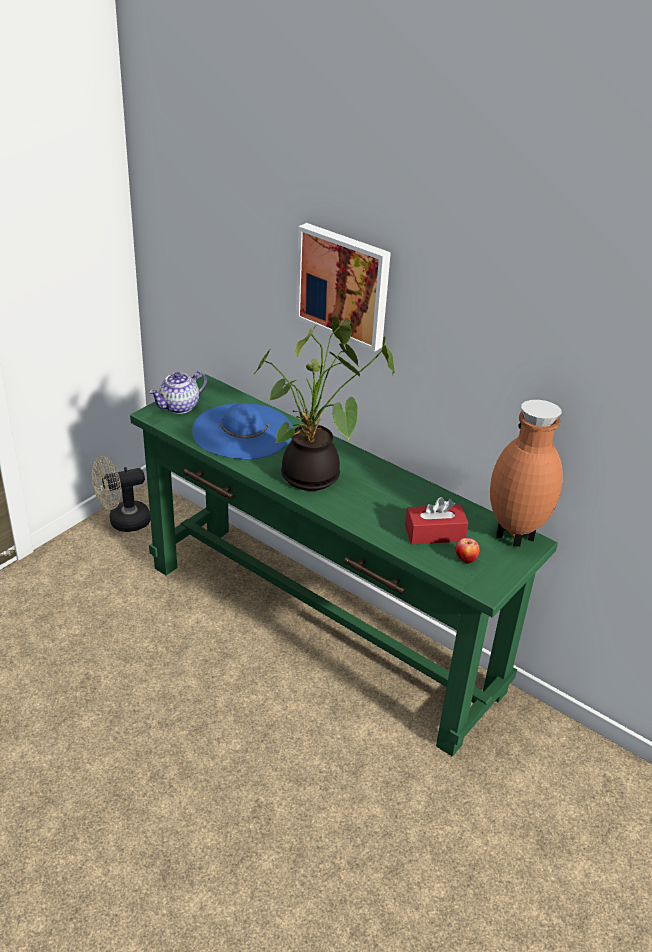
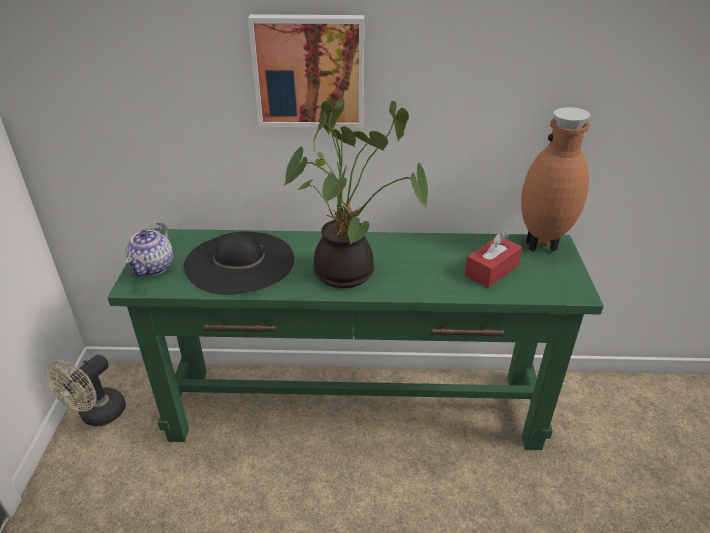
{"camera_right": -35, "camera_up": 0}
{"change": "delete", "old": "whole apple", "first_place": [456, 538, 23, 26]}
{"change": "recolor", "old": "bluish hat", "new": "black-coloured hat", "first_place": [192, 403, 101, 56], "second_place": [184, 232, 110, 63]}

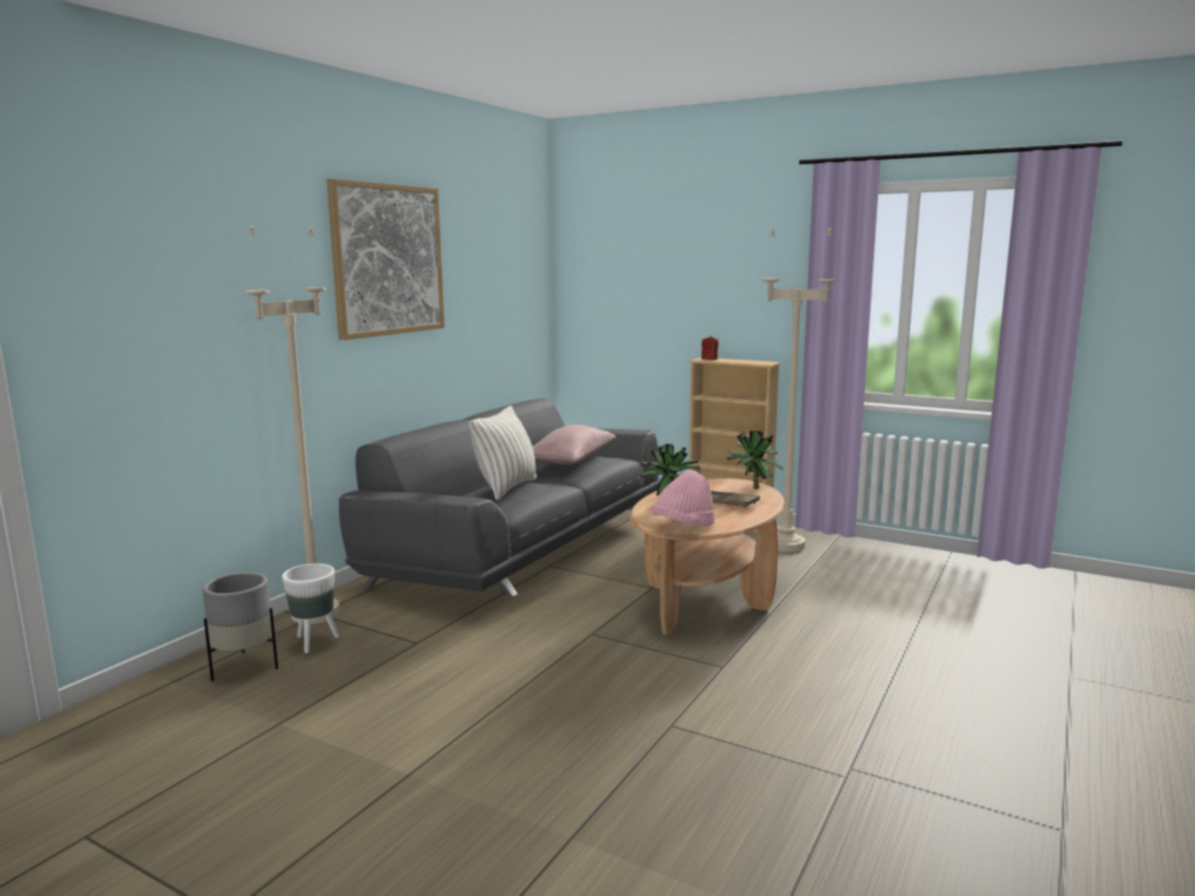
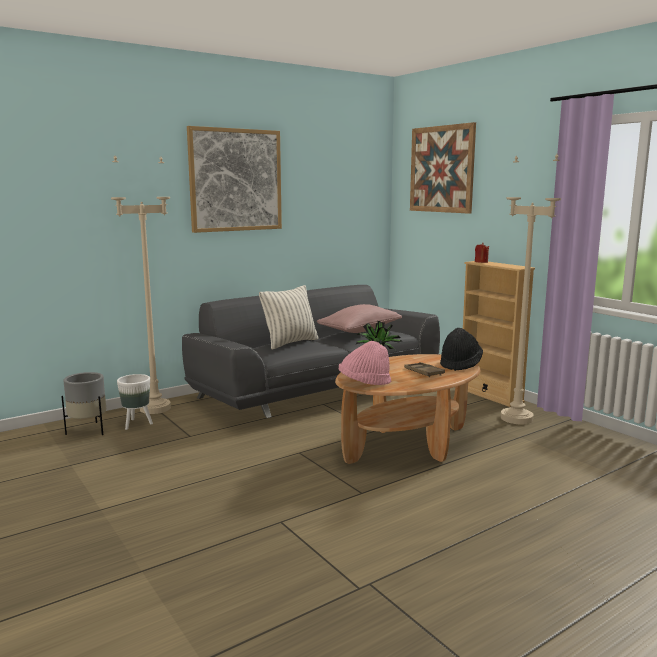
{"camera_right": 25, "camera_up": 0}
{"change": "insert", "new": "picture", "second_place": [410, 122, 66, 92]}
{"change": "replace", "old": "houseplant", "new": "black-coloured hat", "first_place": [727, 431, 56, 58], "second_place": [440, 328, 43, 43]}

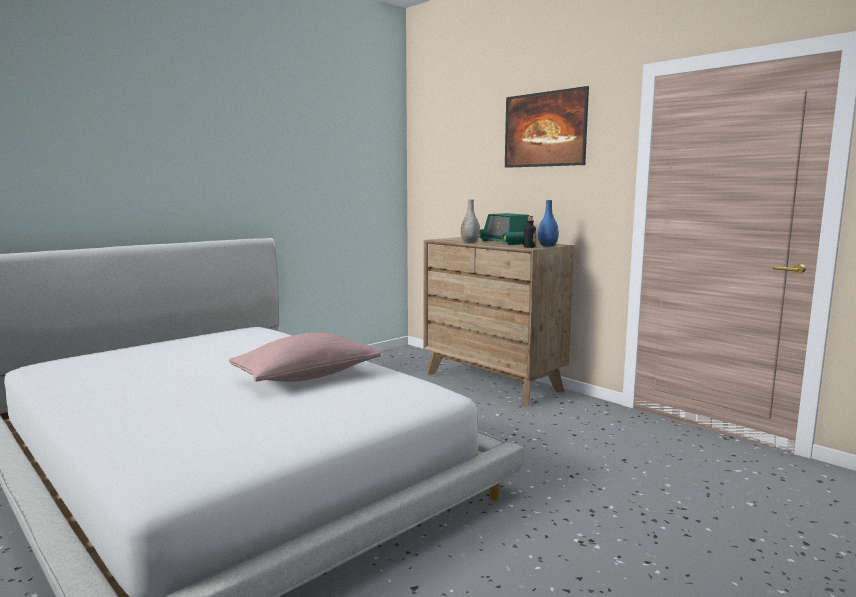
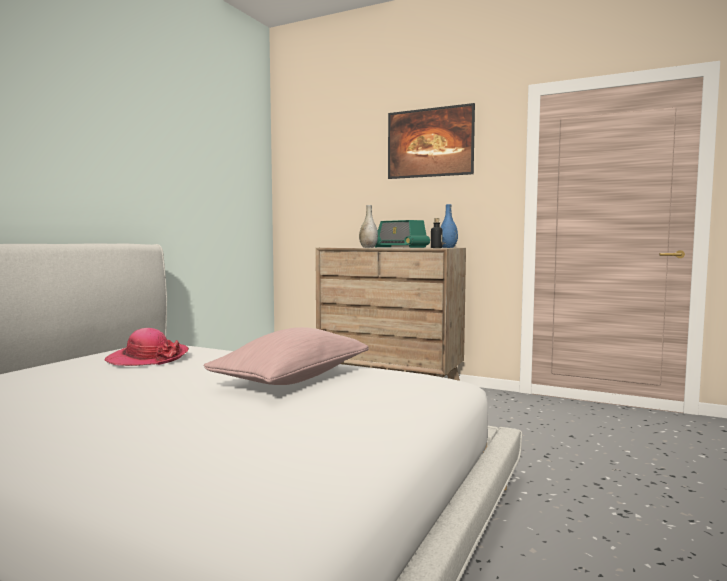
{"camera_right": -20, "camera_up": -5}
{"change": "insert", "new": "hat", "second_place": [105, 328, 84, 38]}

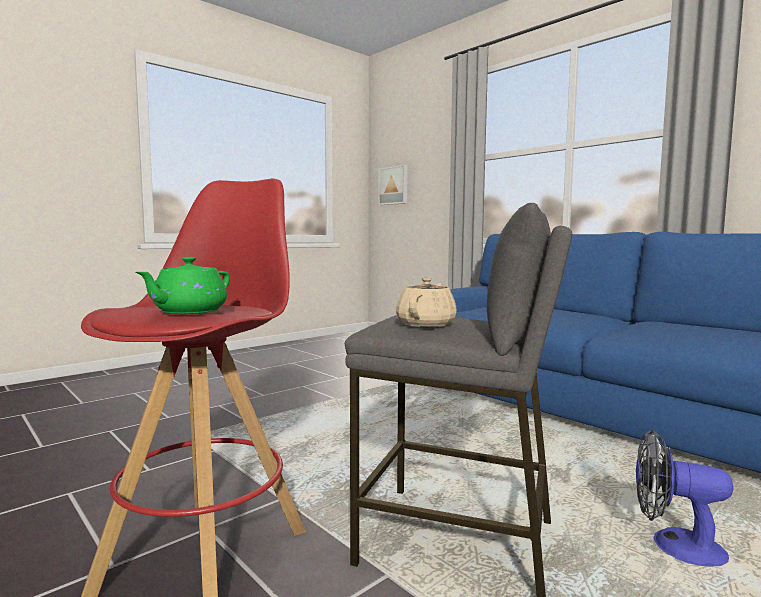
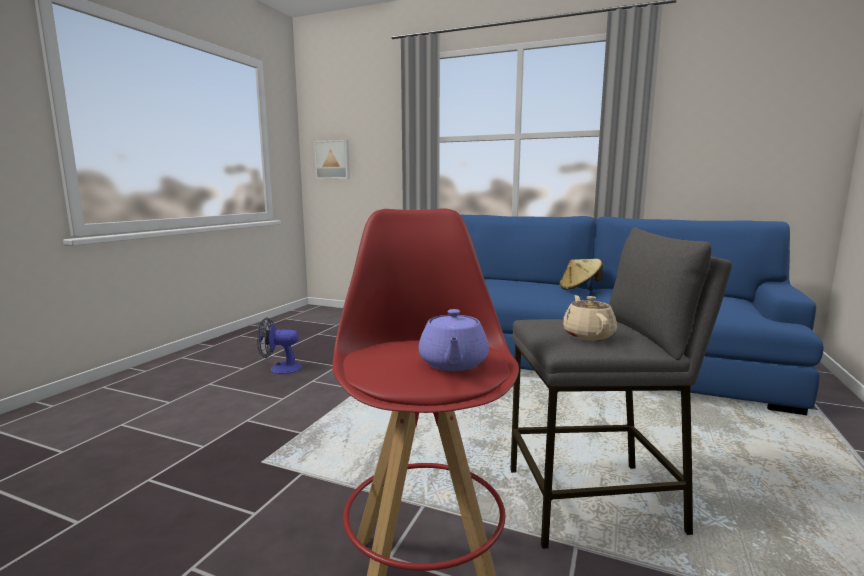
{"camera_right": -25, "camera_up": 5}
{"change": "insert", "new": "sand-coloured hat", "second_place": [560, 259, 43, 31]}
{"change": "move", "old": "cooling fan", "first_place": [636, 430, 97, 137], "second_place": [257, 317, 45, 57]}
{"change": "recolor", "old": "greenish pot for tea", "new": "purple pot for tea", "first_place": [136, 257, 94, 57], "second_place": [419, 309, 70, 62]}

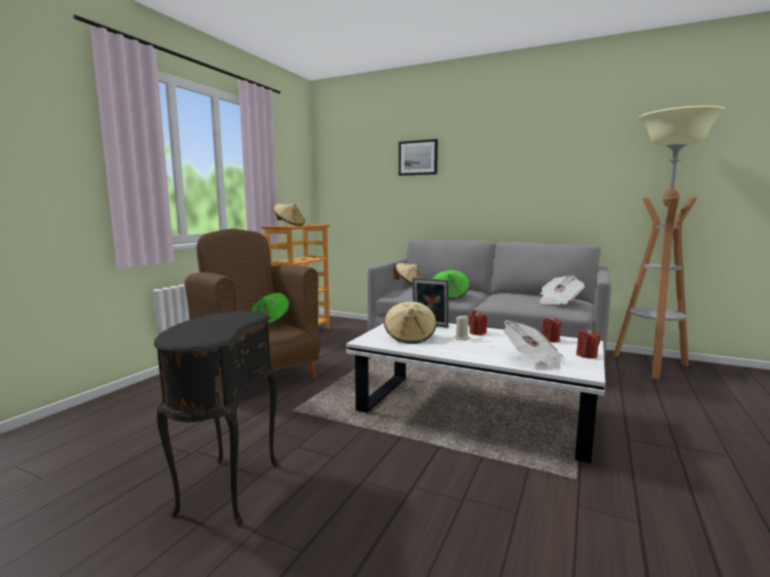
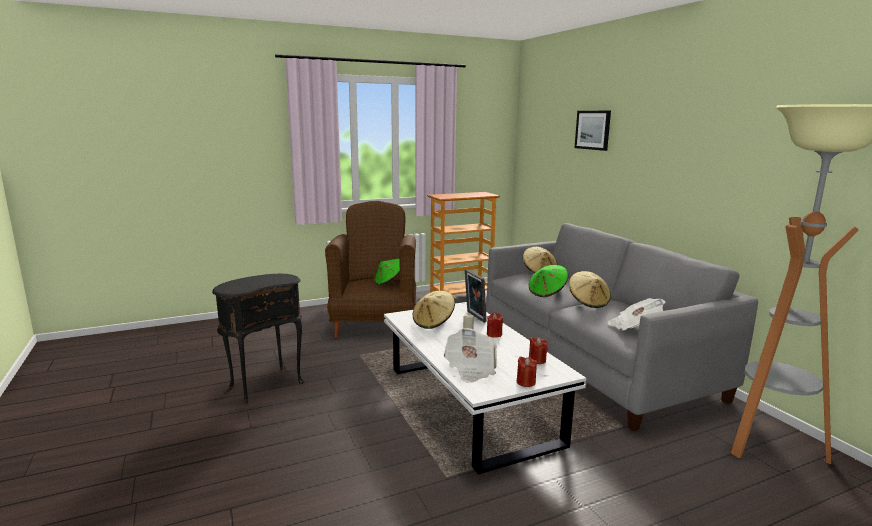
{"camera_right": 40, "camera_up": 5}
{"change": "move", "old": "sand-coloured hat", "first_place": [273, 204, 32, 22], "second_place": [569, 271, 42, 37]}

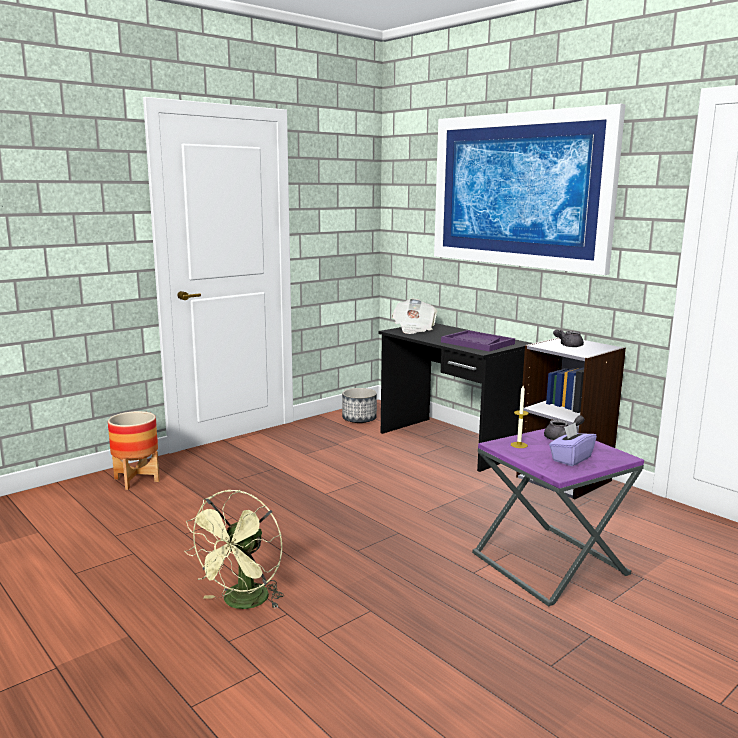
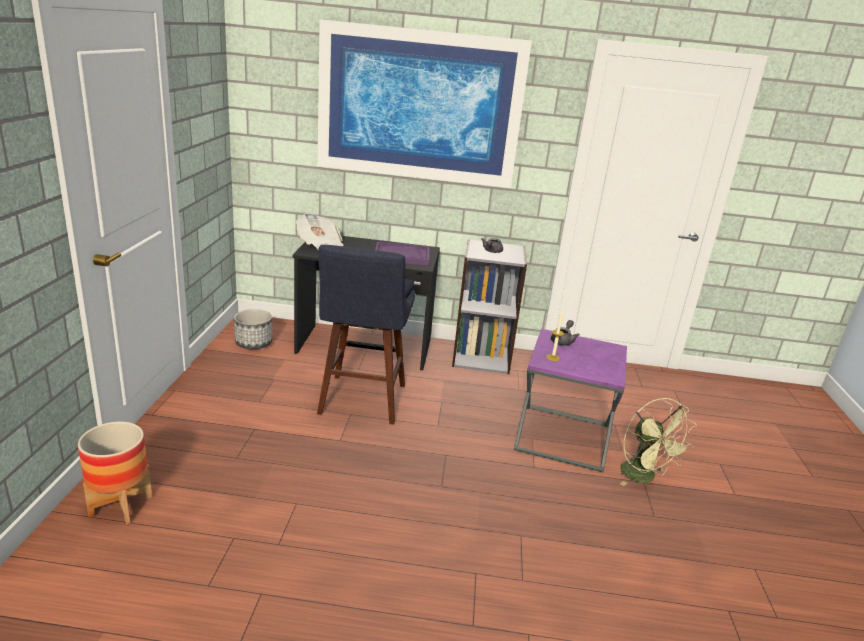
{"camera_right": -45, "camera_up": 10}
{"change": "delete", "old": "purple tissue box", "first_place": [549, 422, 48, 44]}
{"change": "insert", "new": "bluish stool seat", "second_place": [317, 245, 98, 180]}
{"change": "move", "old": "greenish cooling fan", "first_place": [184, 490, 100, 119], "second_place": [620, 398, 77, 88]}

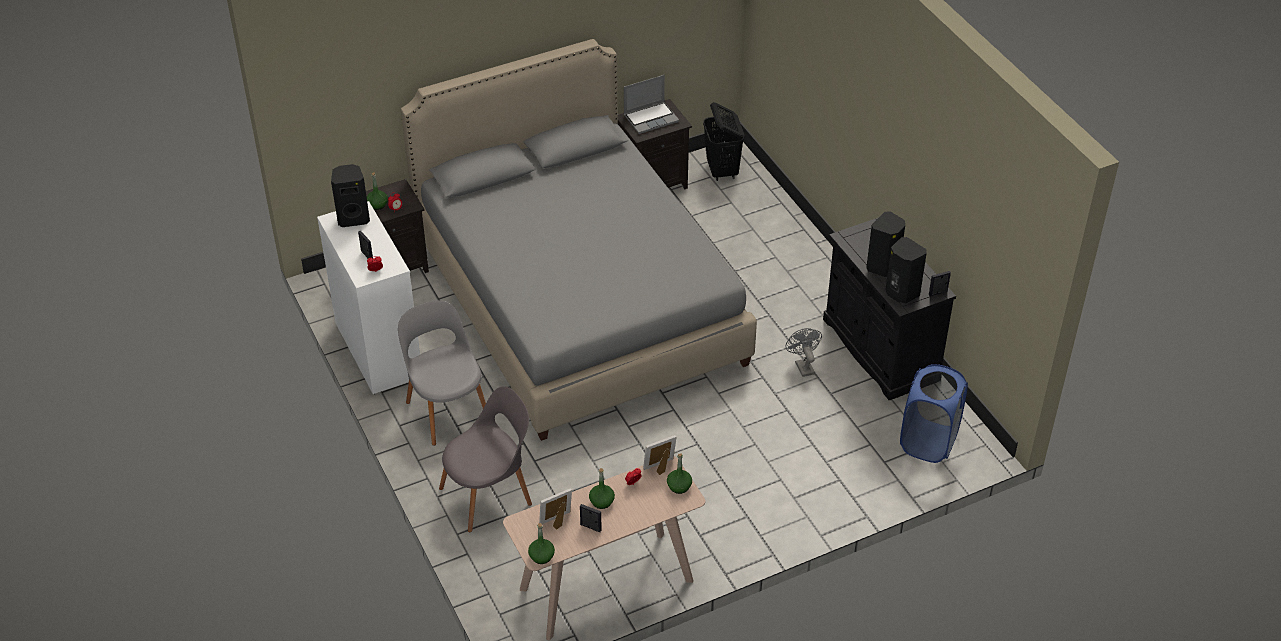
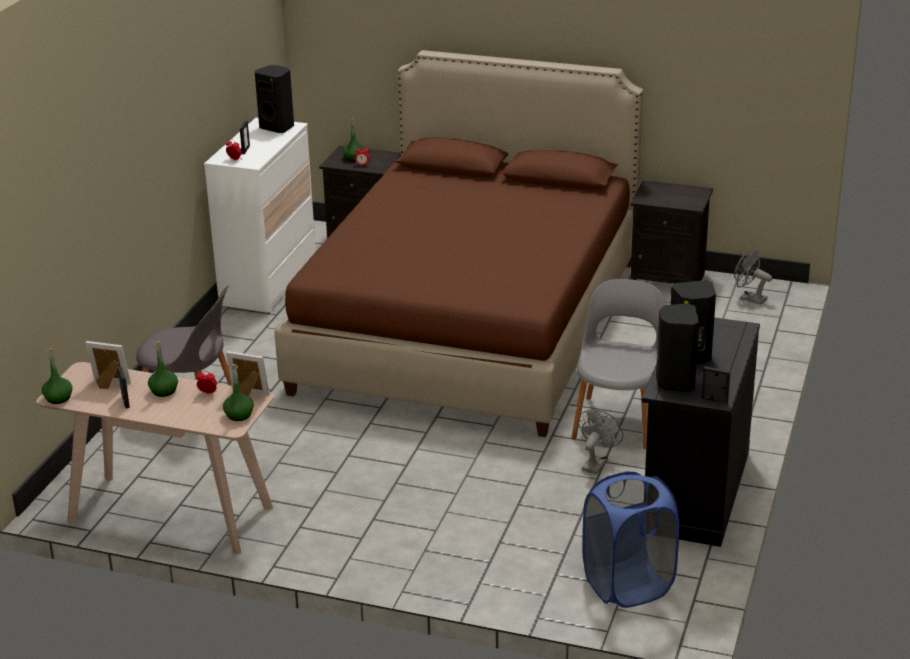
{"camera_right": 45, "camera_up": -15}
{"change": "delete", "old": "portable computer", "first_place": [624, 75, 55, 59]}
{"change": "move", "old": "greyish plain chair", "first_place": [398, 300, 88, 146], "second_place": [571, 279, 95, 170]}
{"change": "replace", "old": "black-coloured laundry basket", "new": "greyish cooling fan", "first_place": [703, 102, 41, 79], "second_place": [734, 250, 38, 55]}
{"change": "recolor", "old": "greyish sleeping bed", "new": "brown-coloured sleeping bed", "first_place": [401, 39, 356, 402], "second_place": [275, 50, 368, 387]}

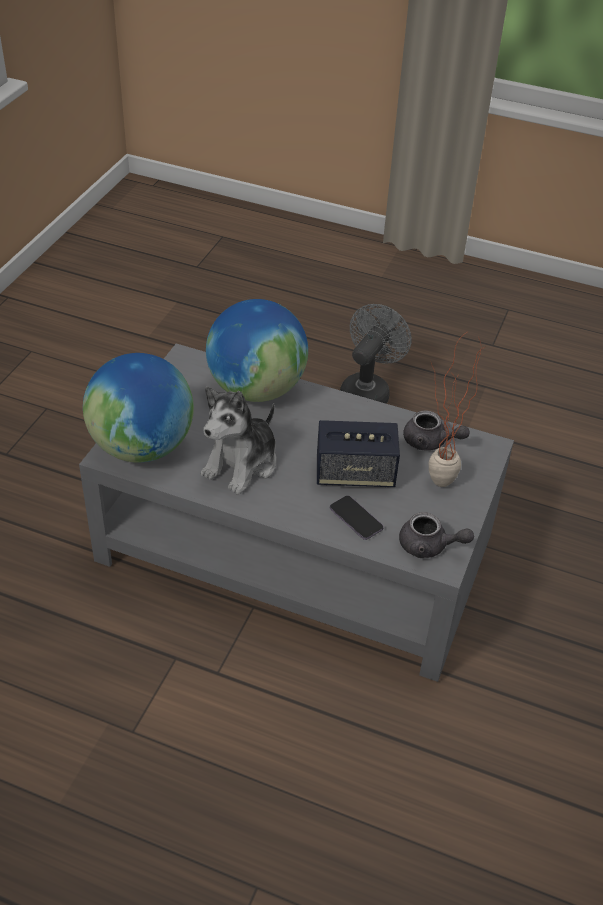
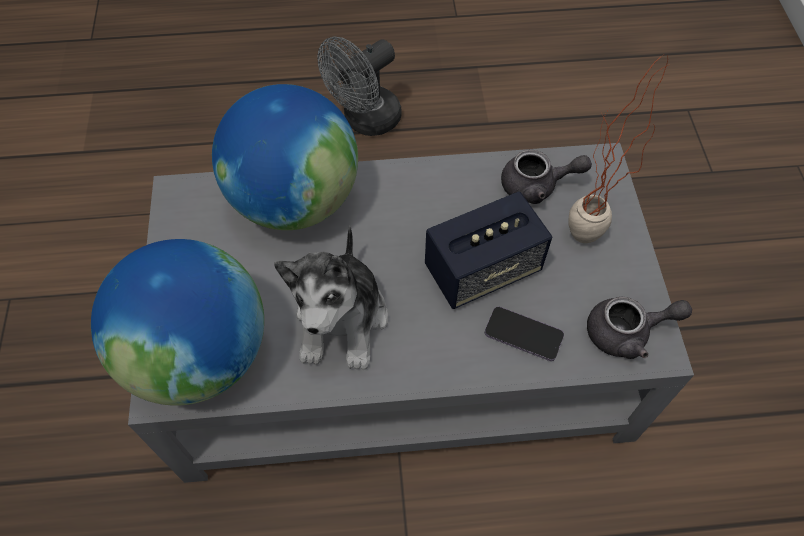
{"camera_right": -25, "camera_up": 15}
{"change": "rotate", "old": "greyish cooling fan", "first_place": [340, 304, 72, 100], "second_place": [317, 37, 85, 99], "degrees": -135}

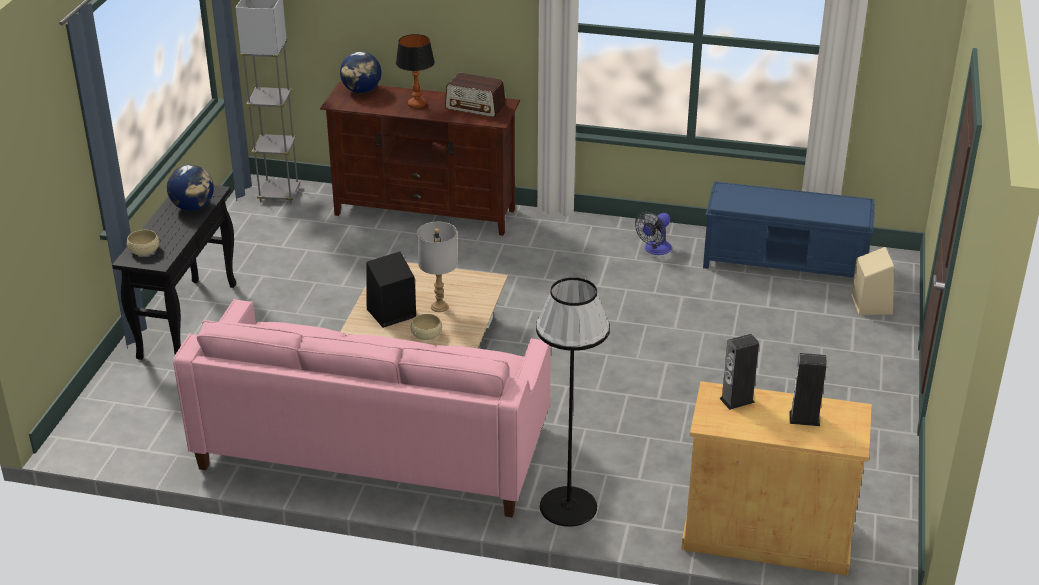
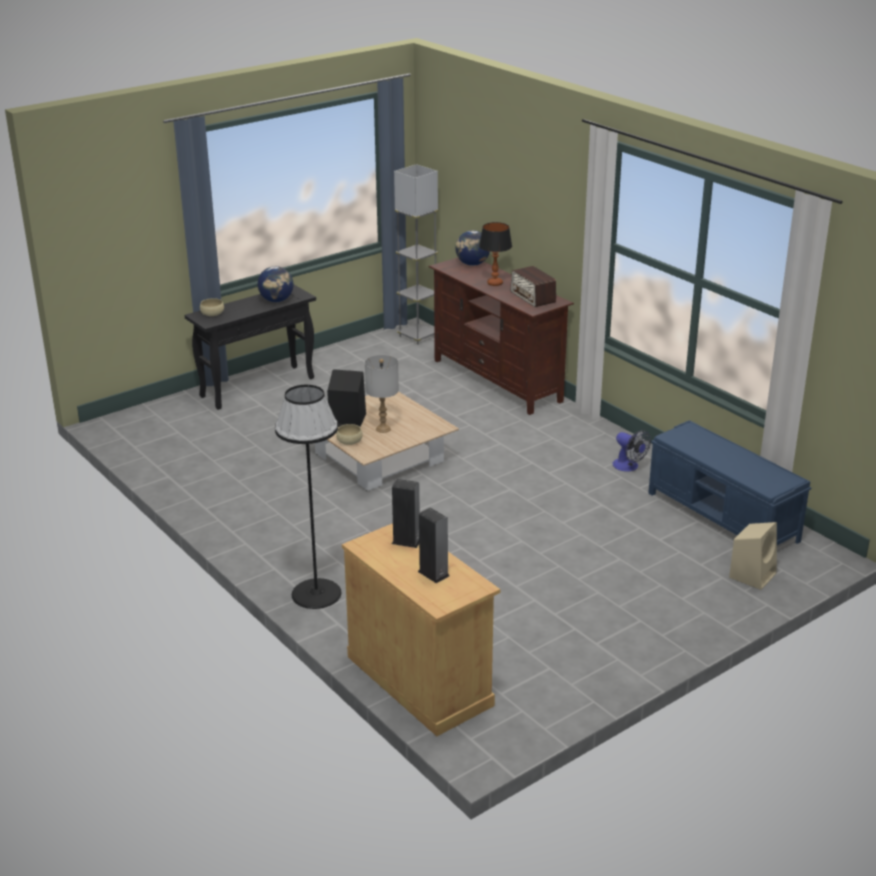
{"camera_right": 40, "camera_up": -5}
{"change": "delete", "old": "pink settee", "first_place": [173, 299, 378, 218]}
{"change": "rotate", "old": "cooling fan", "first_place": [635, 212, 37, 43], "second_place": [612, 430, 39, 42], "degrees": -120}

